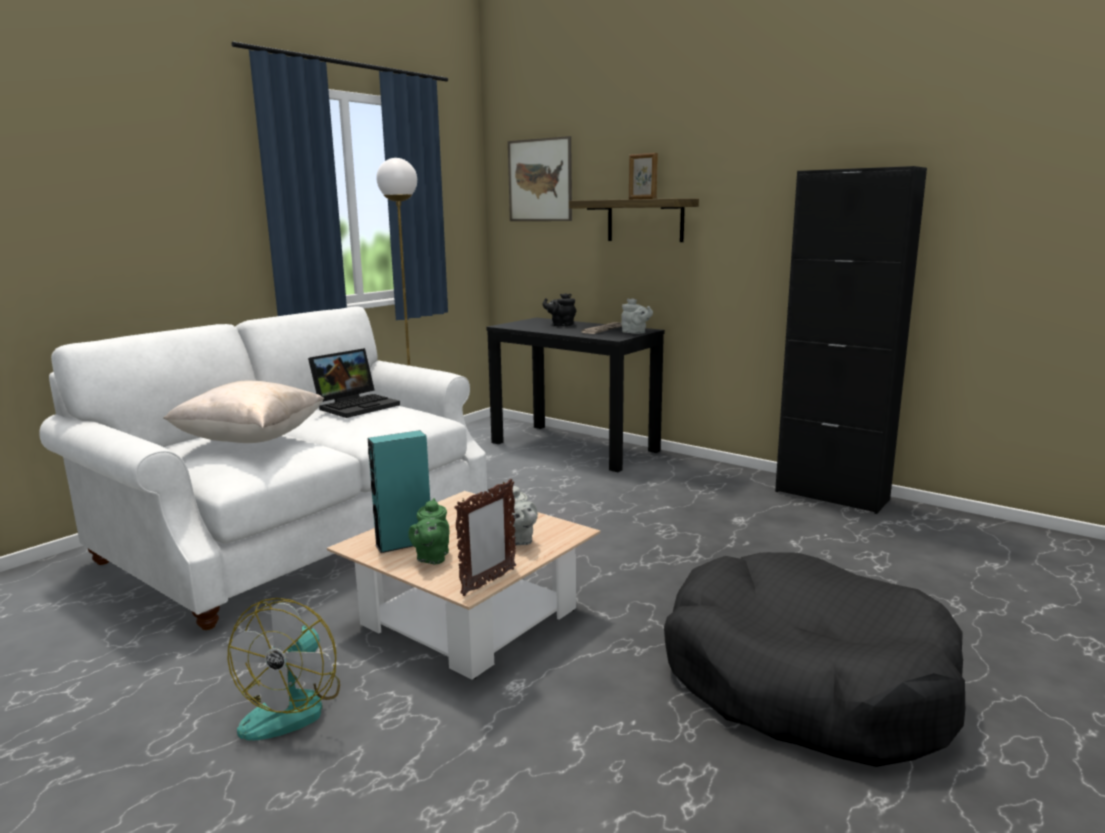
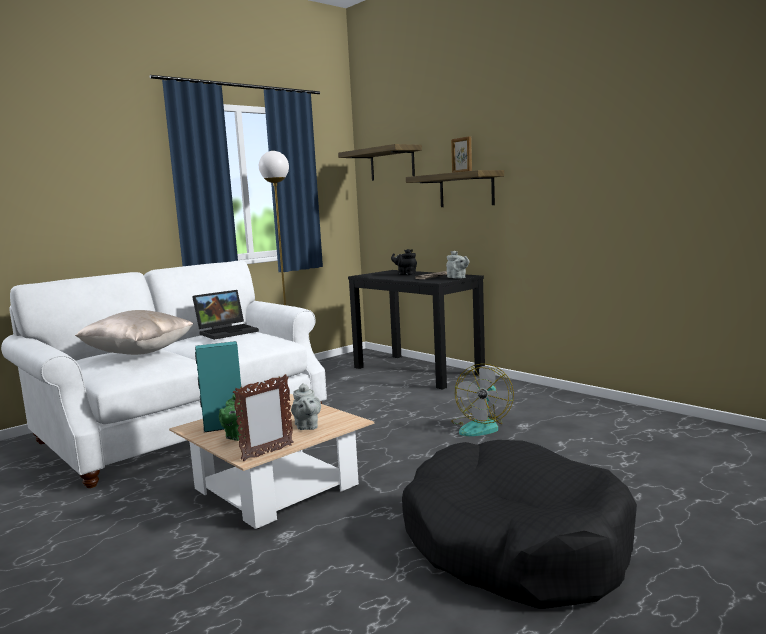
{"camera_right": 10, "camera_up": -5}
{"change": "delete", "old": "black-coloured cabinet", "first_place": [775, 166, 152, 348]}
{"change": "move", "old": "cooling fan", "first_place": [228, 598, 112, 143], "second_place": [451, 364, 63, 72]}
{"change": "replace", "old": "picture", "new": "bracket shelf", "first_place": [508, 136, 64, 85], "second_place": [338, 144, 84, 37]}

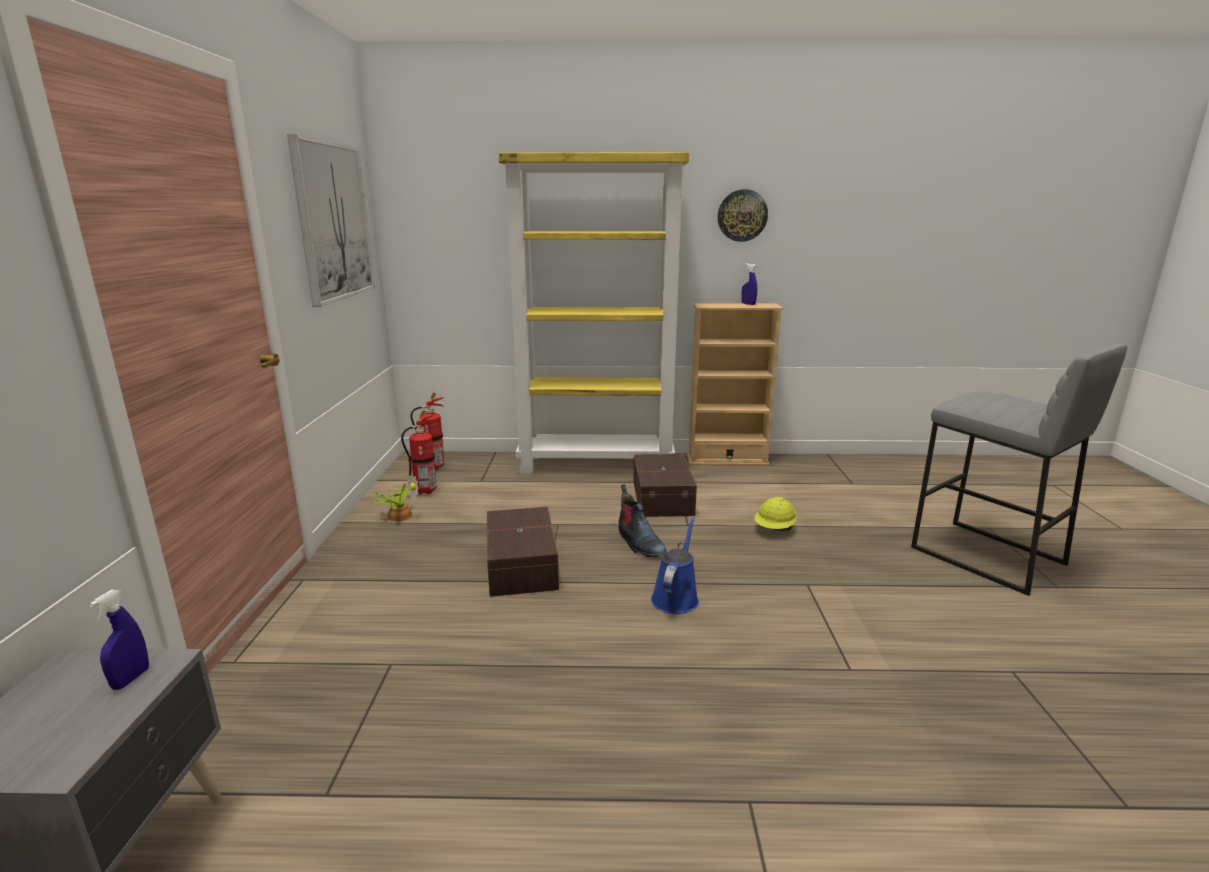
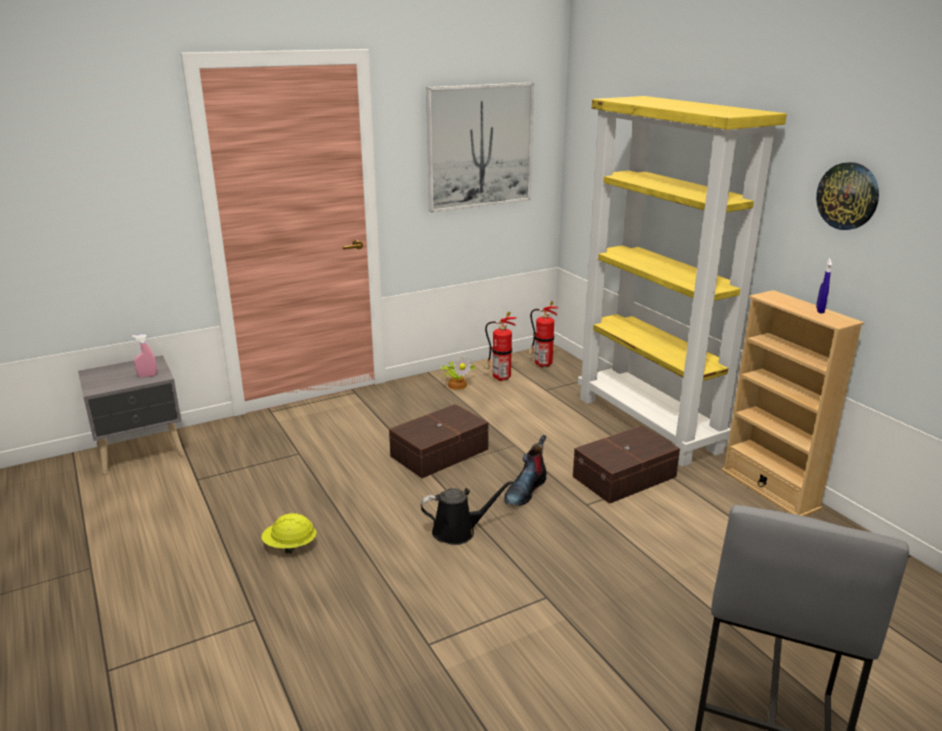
{"camera_right": 60, "camera_up": 5}
{"change": "move", "old": "yellow safety helmet", "first_place": [754, 497, 42, 34], "second_place": [261, 513, 56, 41]}
{"change": "recolor", "old": "bluish hand sprayer", "new": "pink hand sprayer", "first_place": [89, 590, 60, 100], "second_place": [132, 334, 25, 43]}
{"change": "recolor", "old": "bluish watering pot", "new": "black-coloured watering pot", "first_place": [651, 517, 48, 97], "second_place": [421, 480, 92, 65]}

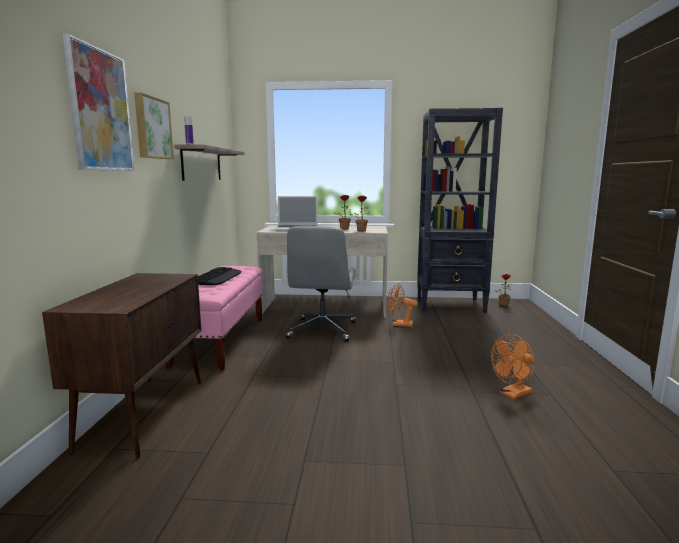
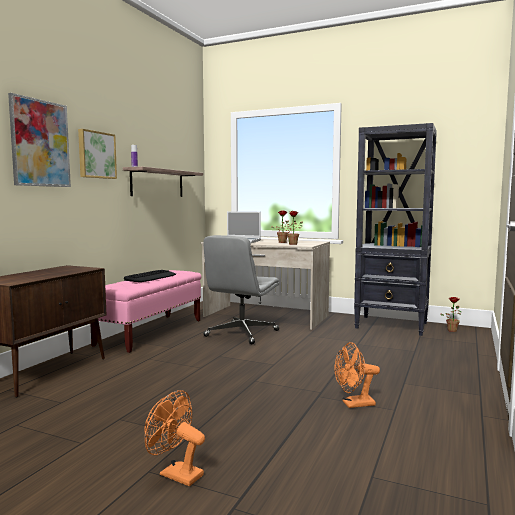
{"camera_right": 20, "camera_up": -5}
{"change": "move", "old": "orangey cooling fan", "first_place": [387, 283, 31, 44], "second_place": [144, 390, 61, 96]}

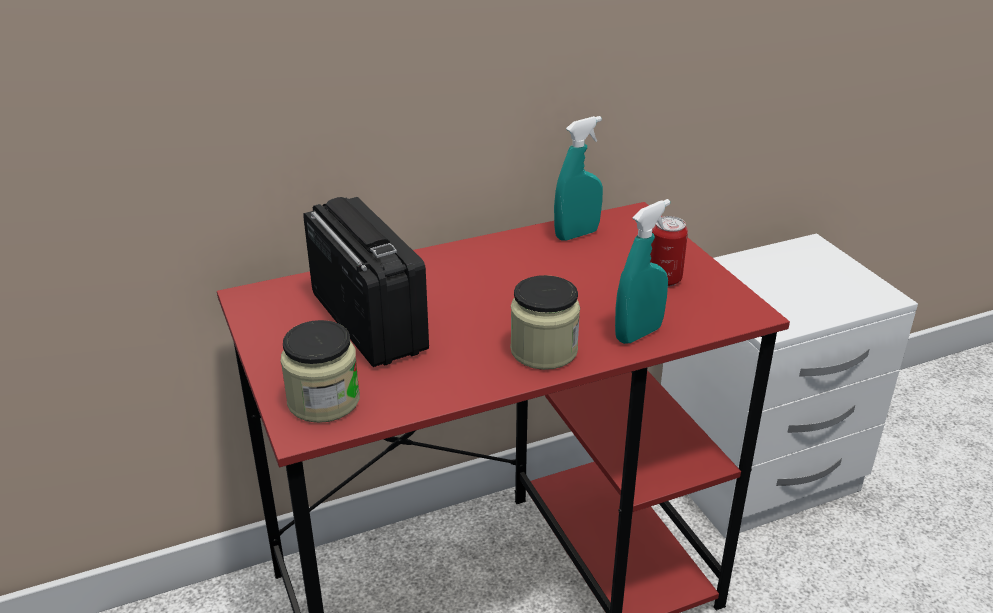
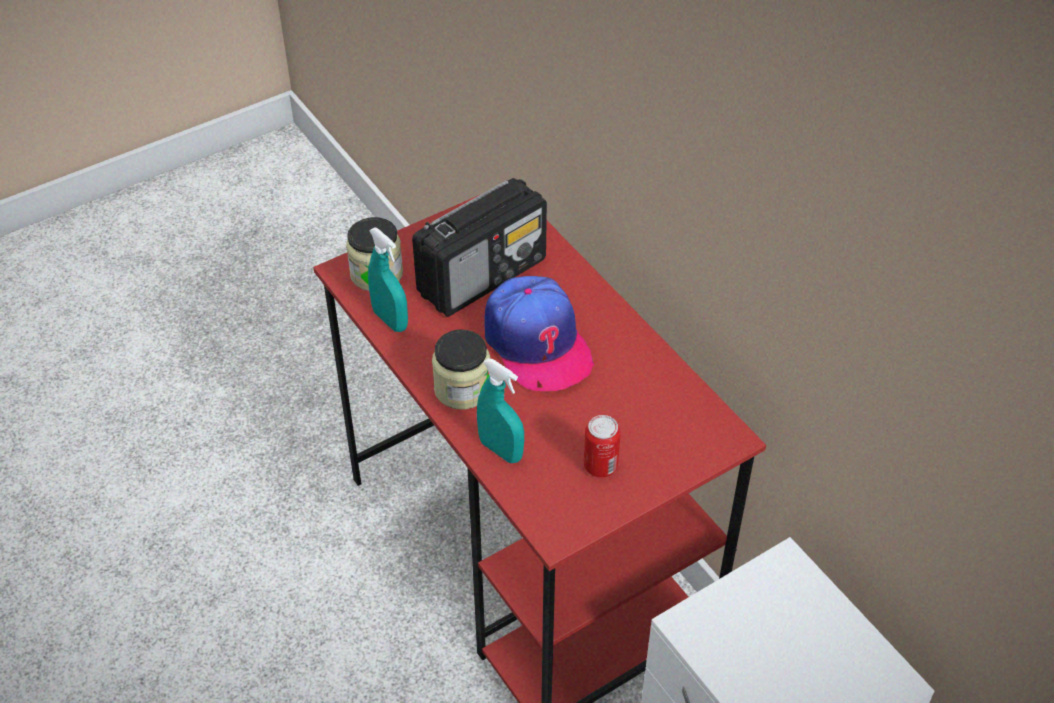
{"camera_right": 80, "camera_up": 15}
{"change": "insert", "new": "cap", "second_place": [484, 276, 111, 115]}
{"change": "move", "old": "turquoise hand sprayer", "first_place": [554, 116, 49, 125], "second_place": [368, 227, 40, 105]}

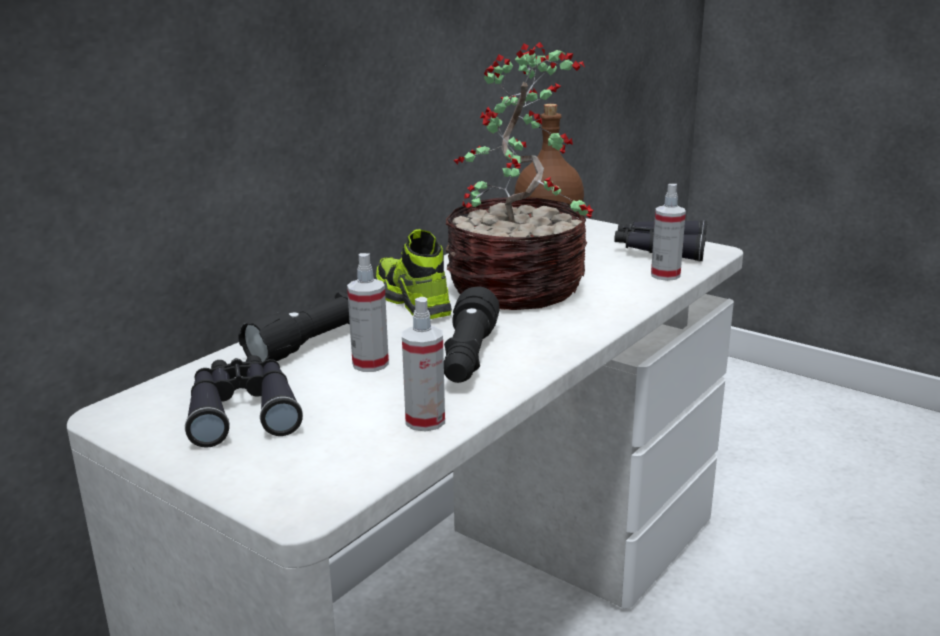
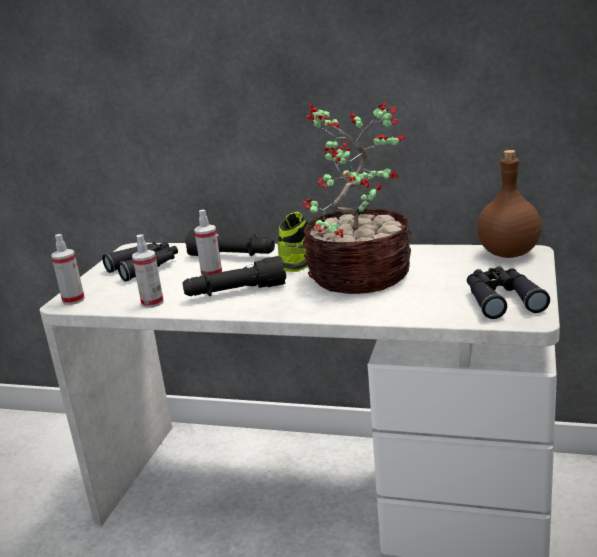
{"camera_right": 70, "camera_up": 0}
{"change": "move", "old": "hand sprayer", "first_place": [651, 184, 35, 97], "second_place": [51, 234, 34, 71]}

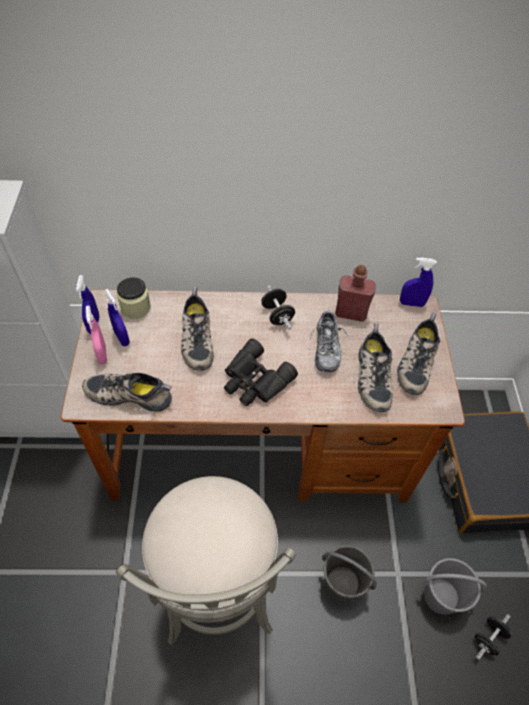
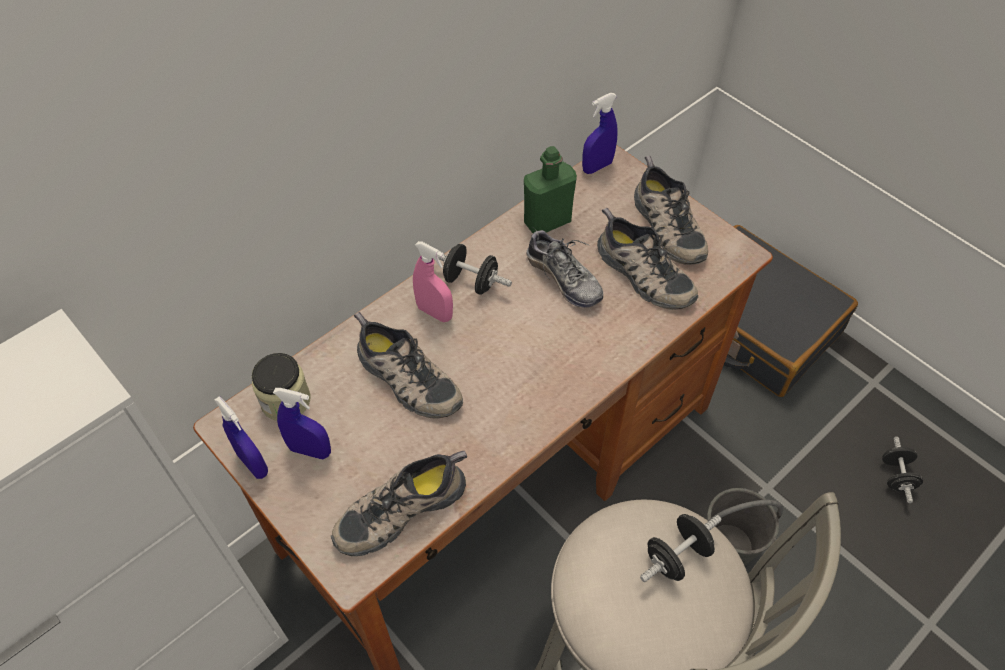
{"camera_right": -40, "camera_up": 0}
{"change": "delete", "old": "black-coloured binoculars", "first_place": [224, 338, 74, 68]}
{"change": "delete", "old": "greyish water bucket", "first_place": [423, 558, 64, 57]}
{"change": "insert", "new": "black-coloured free weight", "second_place": [640, 514, 82, 68]}
{"change": "move", "old": "pink hand sprayer", "first_place": [86, 306, 21, 58], "second_place": [413, 241, 40, 81]}
{"change": "recolor", "old": "red-coloured drink bottle", "new": "greenish drink bottle", "first_place": [335, 265, 41, 57], "second_place": [524, 146, 53, 87]}

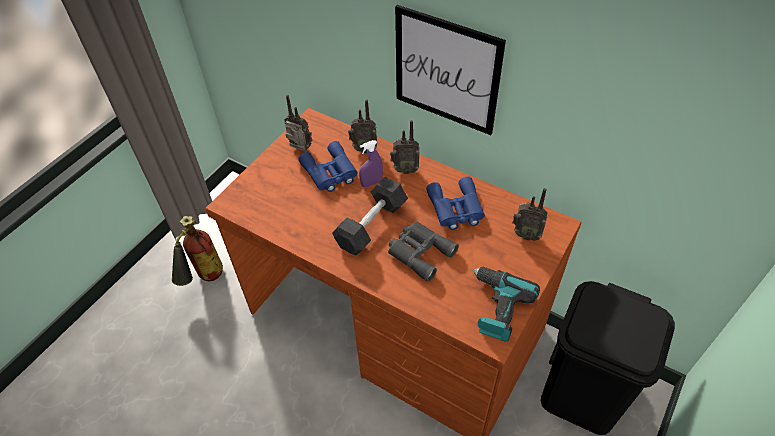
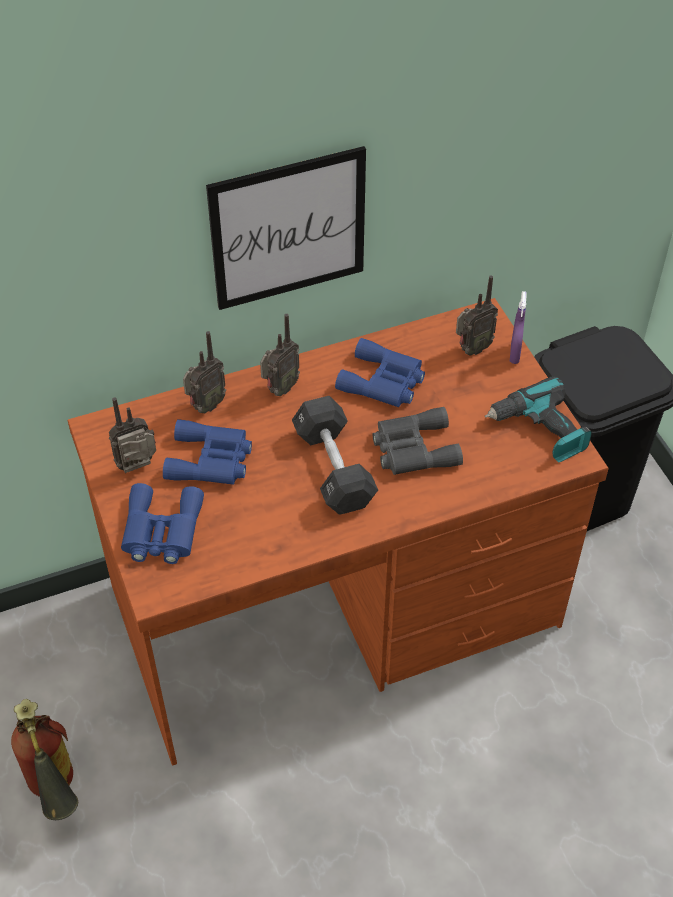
{"camera_right": -55, "camera_up": 0}
{"change": "insert", "new": "bluish binoculars", "second_place": [121, 483, 83, 81]}
{"change": "move", "old": "purple hand sprayer", "first_place": [359, 140, 24, 47], "second_place": [510, 291, 17, 73]}

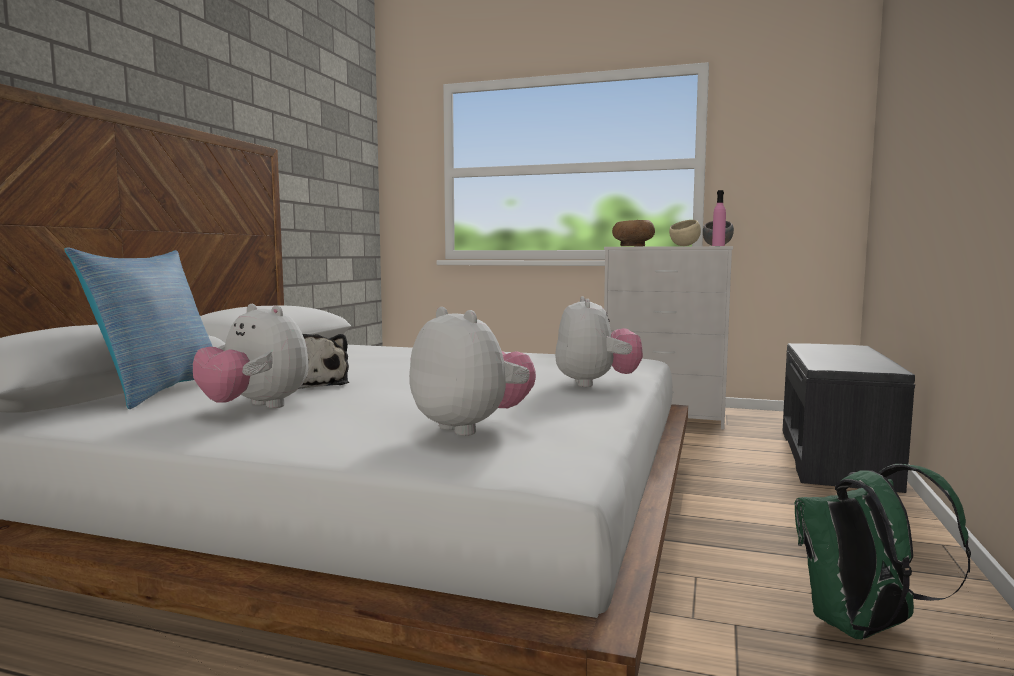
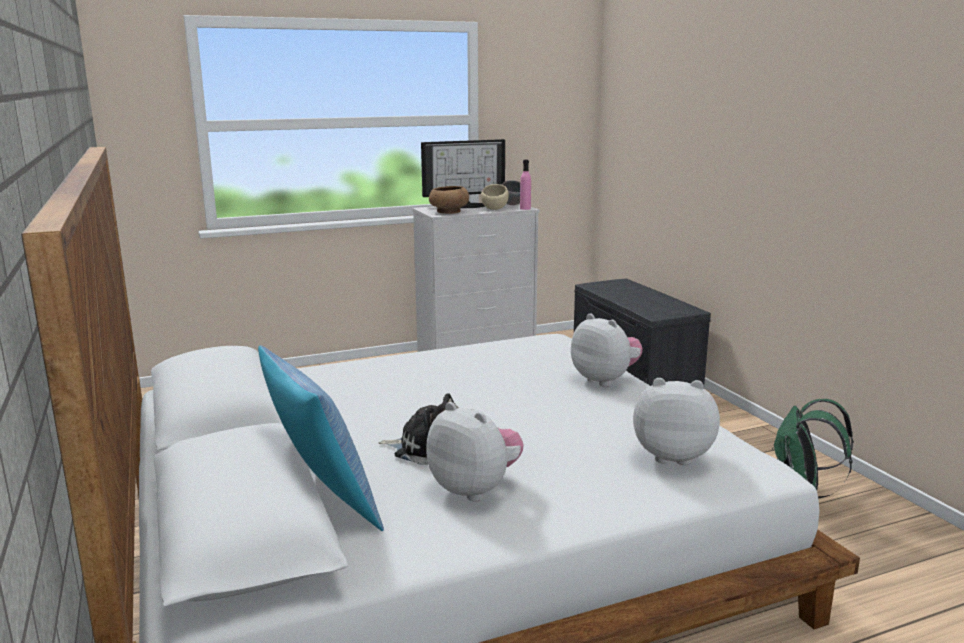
{"camera_right": -40, "camera_up": 10}
{"change": "insert", "new": "computer display", "second_place": [421, 139, 84, 69]}
{"change": "rotate", "old": "plush toy", "first_place": [193, 304, 116, 104], "second_place": [426, 402, 98, 100], "degrees": -135}

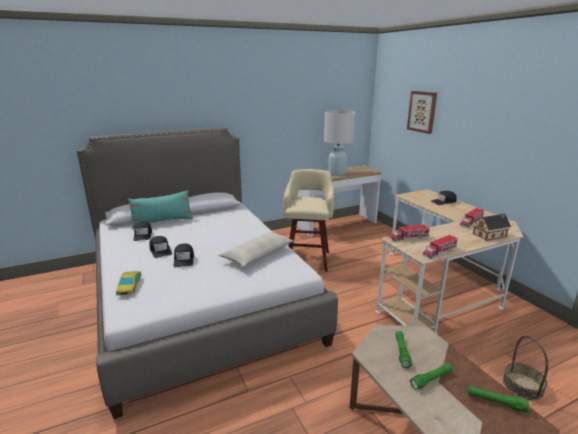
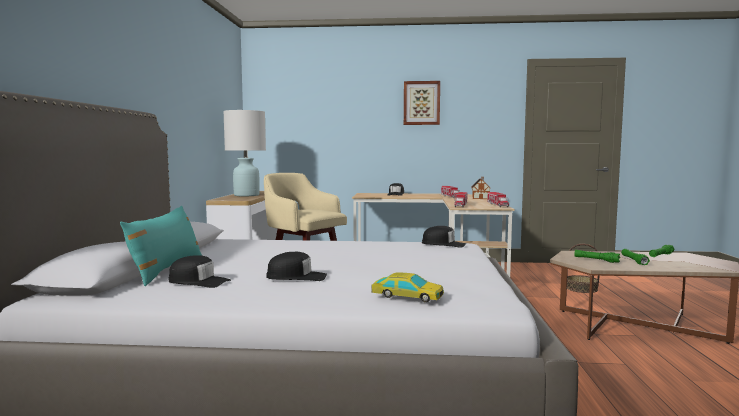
{"camera_right": -60, "camera_up": -15}
{"change": "delete", "old": "sand-coloured cushion", "first_place": [219, 232, 75, 35]}
{"change": "move", "old": "black-coloured cap", "first_place": [174, 243, 20, 24], "second_place": [422, 226, 44, 22]}
{"change": "move", "old": "picture", "first_place": [407, 91, 30, 43], "second_place": [404, 81, 36, 44]}

